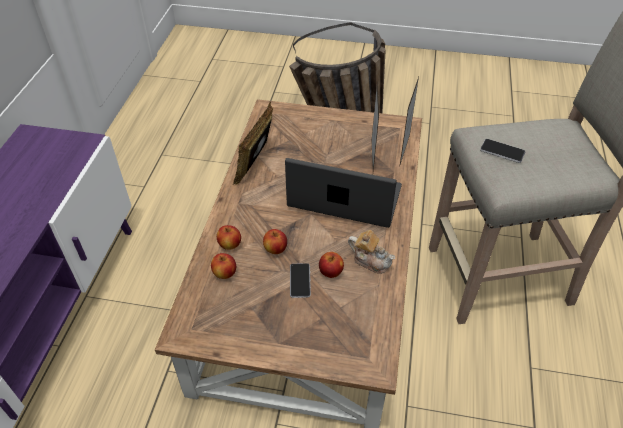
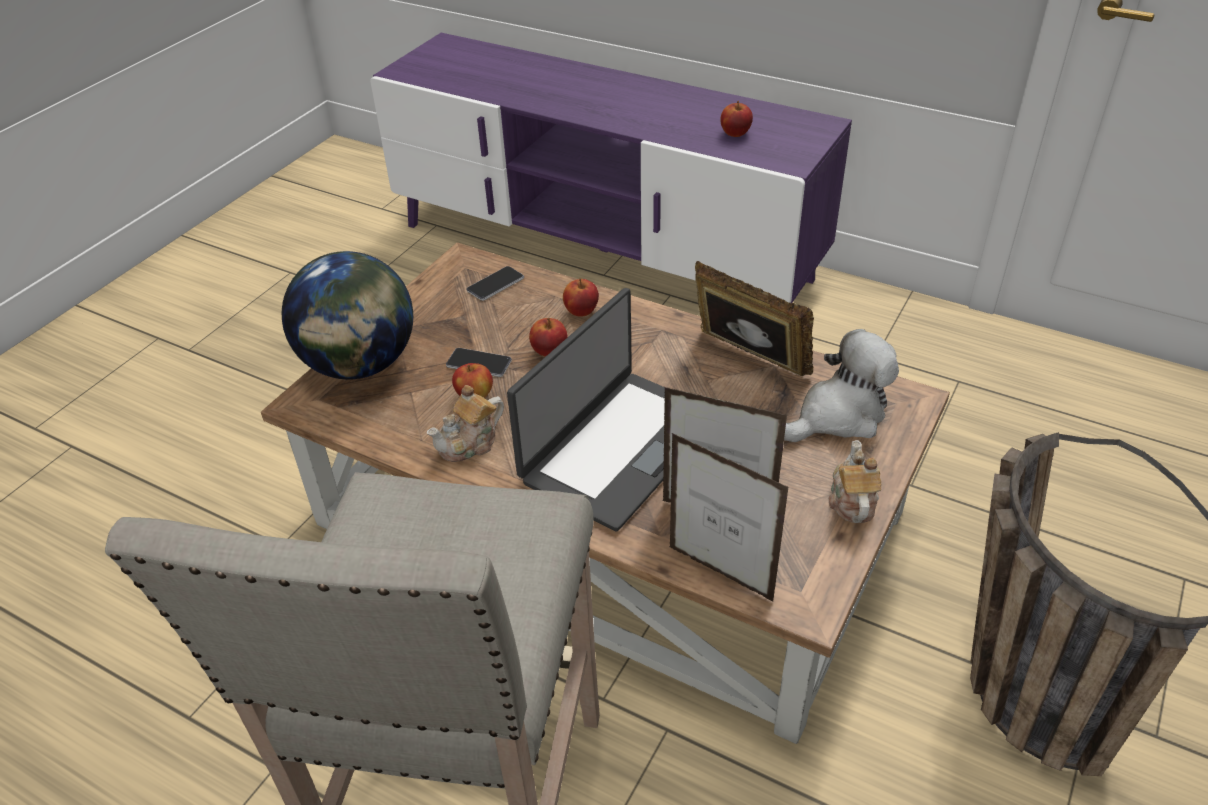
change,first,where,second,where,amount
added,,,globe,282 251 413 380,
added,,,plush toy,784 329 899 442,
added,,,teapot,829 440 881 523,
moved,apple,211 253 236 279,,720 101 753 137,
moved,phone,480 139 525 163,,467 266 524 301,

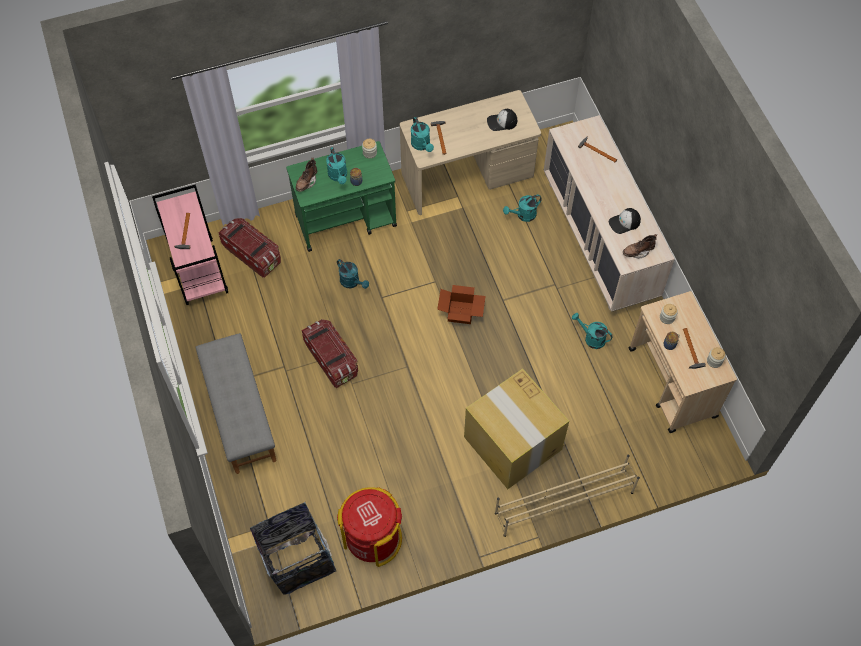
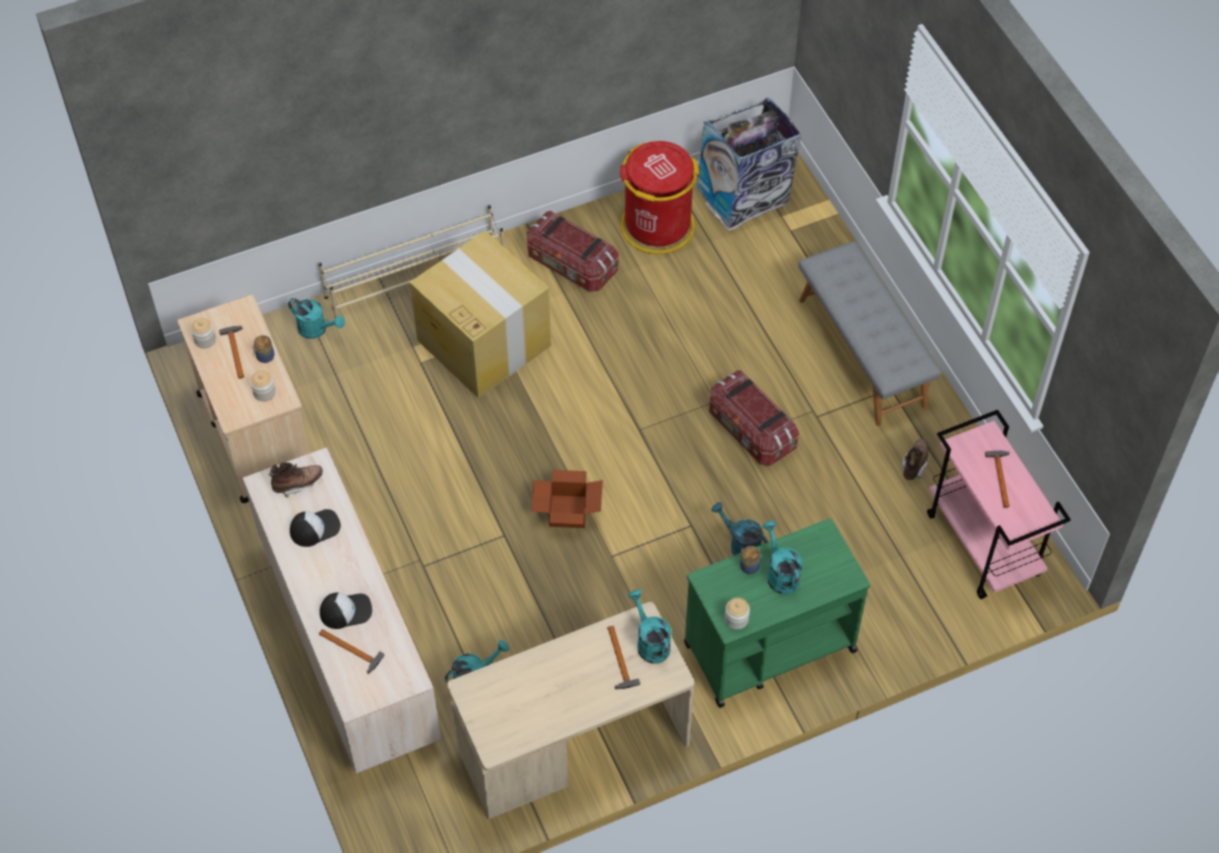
change,first,where,second,where,amount
moved,storage box,219 218 281 278,,527 211 618 292,
moved,brown boot,296 158 317 192,,902 439 930 480,
moved,cap,487 109 517 131,,320 593 372 629,
moved,turquoise watering can,572 313 613 349,,288 298 345 339,

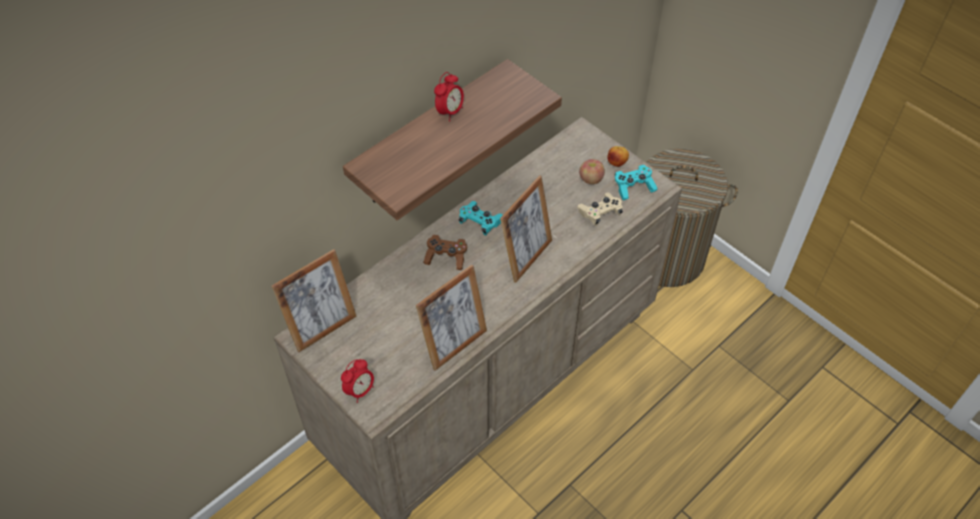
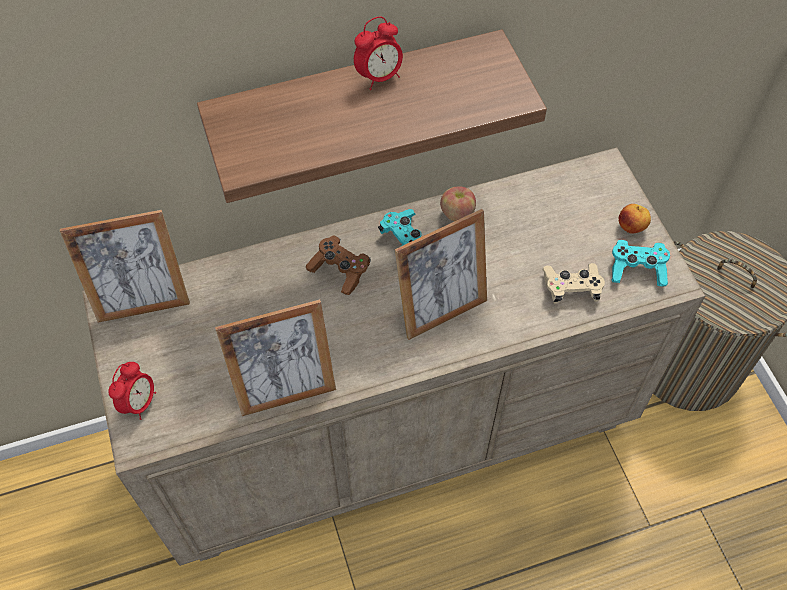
change,first,where,second,where,amount
moved,apple,579 159 605 184,,440 186 476 221,
turned,alarm clock,341 359 374 403,,108 362 156 420,45 degrees counterclockwise

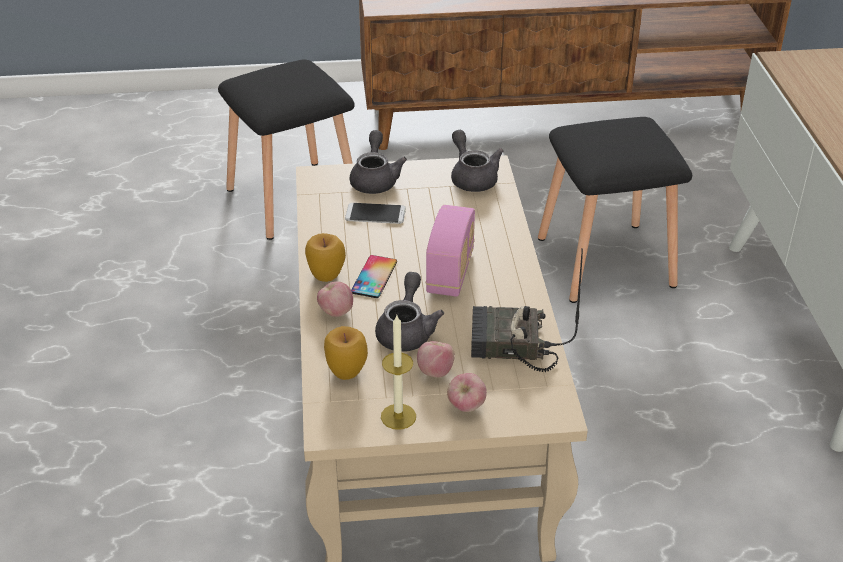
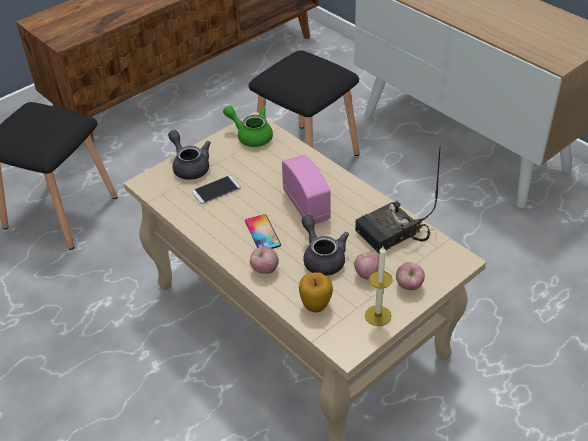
change,first,where,second,where,amount
removed,apple,305 233 346 282,,,
recoloured,grey teapot,451 130 504 192,green teapot,223 106 273 147,

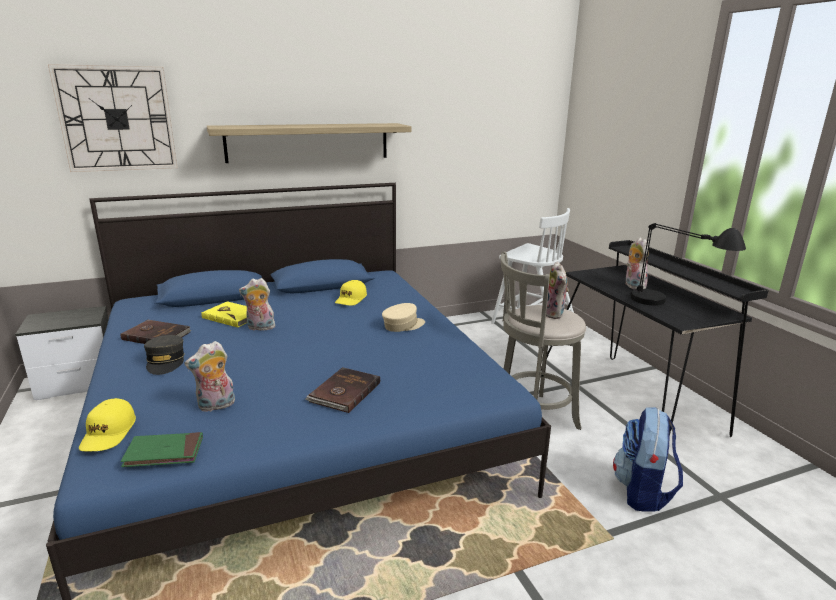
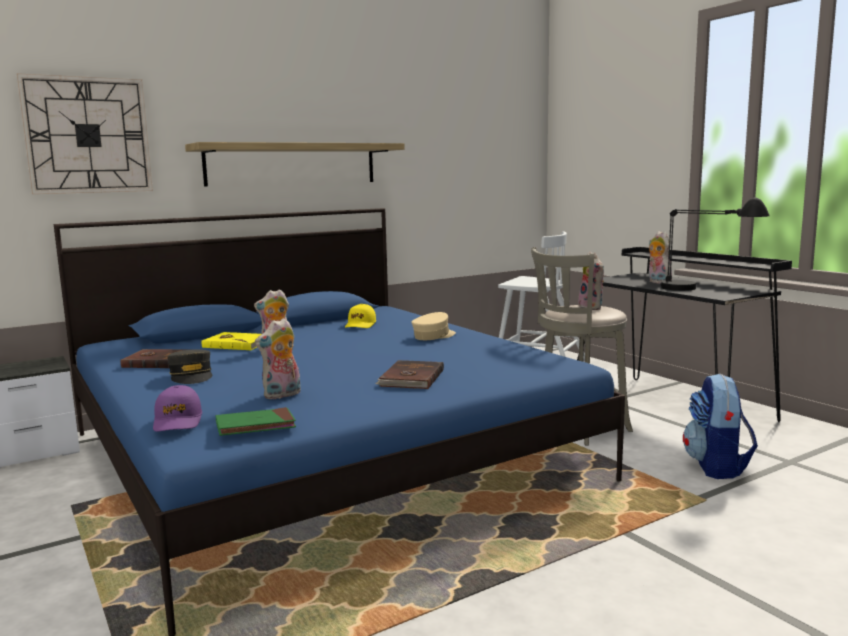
change,first,where,second,where,amount
recoloured,yellow cap,79 398 136 451,purple cap,153 385 202 432,

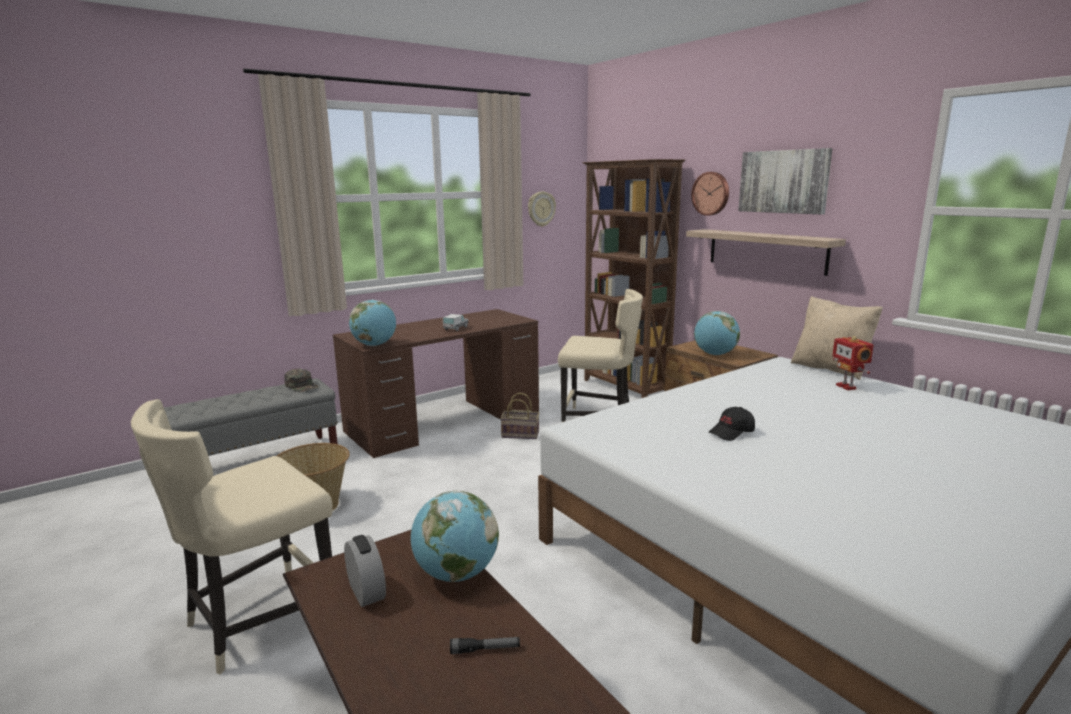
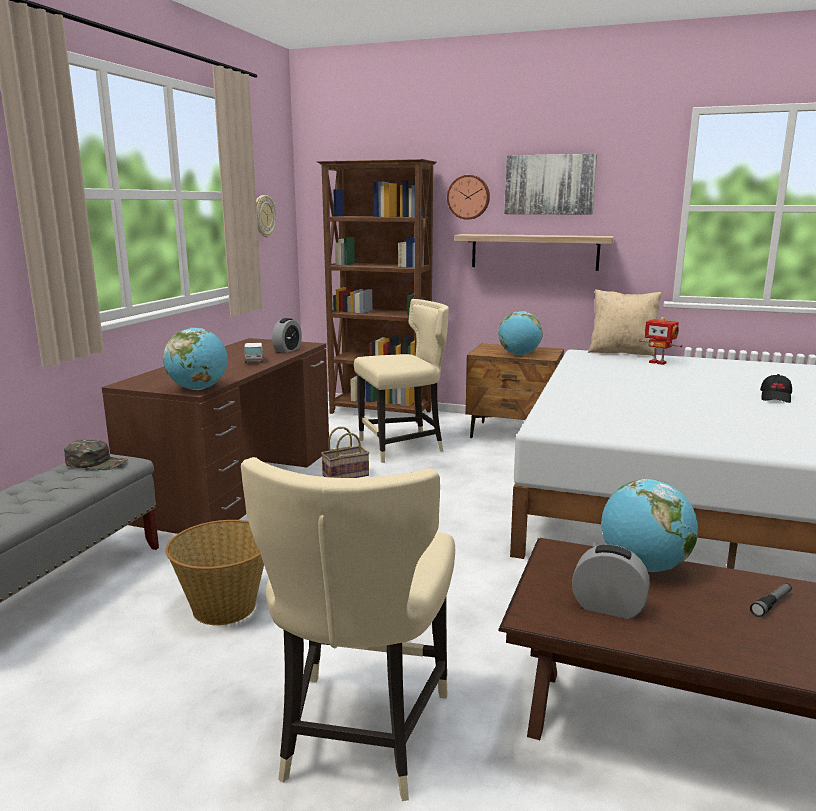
change,first,where,second,where,amount
added,,,alarm clock,272 318 302 353,
moved,black cap,708 407 755 441,,760 374 792 403,

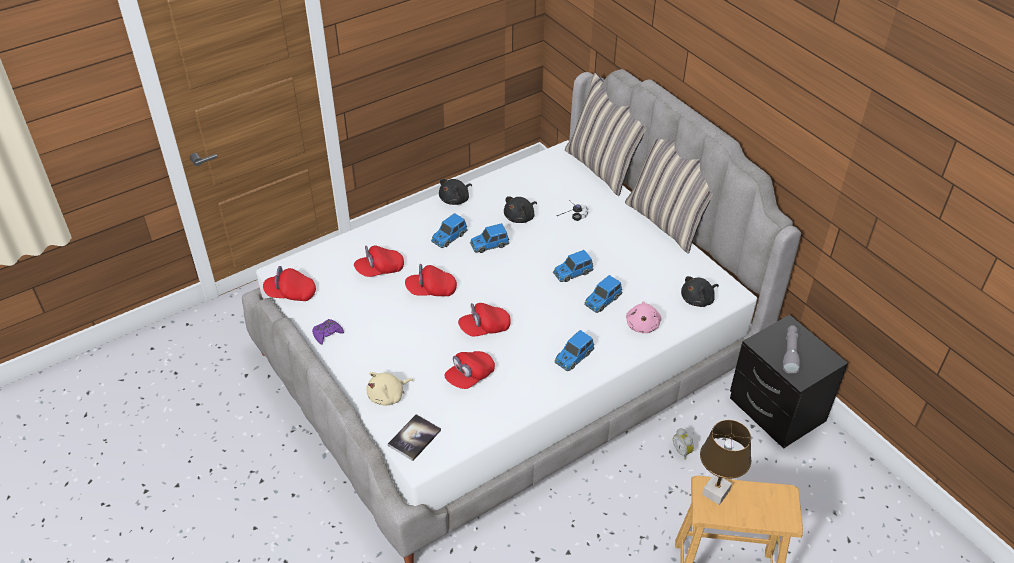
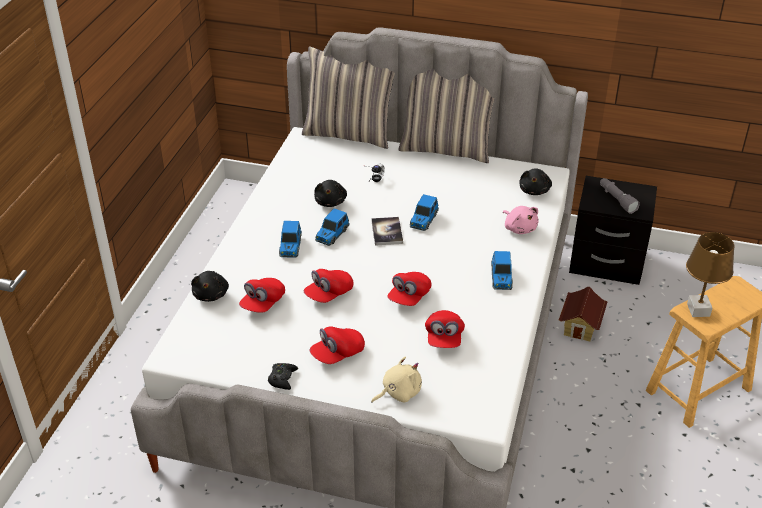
change,first,where,second,where,amount
removed,toy car,584 275 622 313,,,
moved,red cap,263 266 316 301,,310 326 365 364,
moved,book,388 414 441 461,,371 217 403 246,
moved,black plush toy,439 179 472 205,,191 271 229 302,
replaced,alarm clock,673 428 694 460,toy house,559 287 608 341,
recoloured,purple game controller,312 319 344 345,black game controller,268 363 298 390,
turned,beige plush toy,366 372 414 406,,371 357 422 403,135 degrees counterclockwise

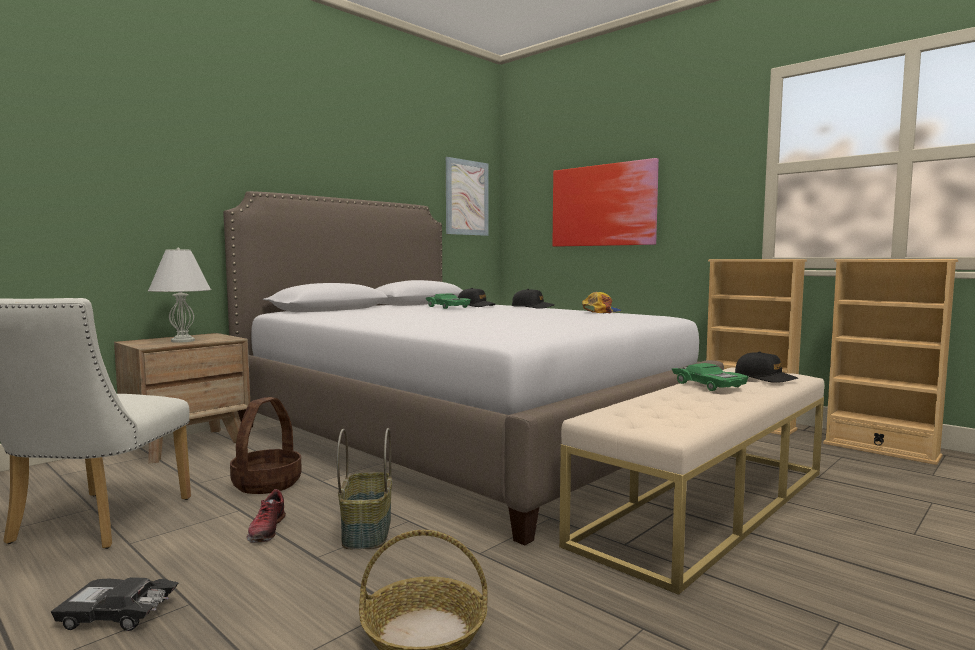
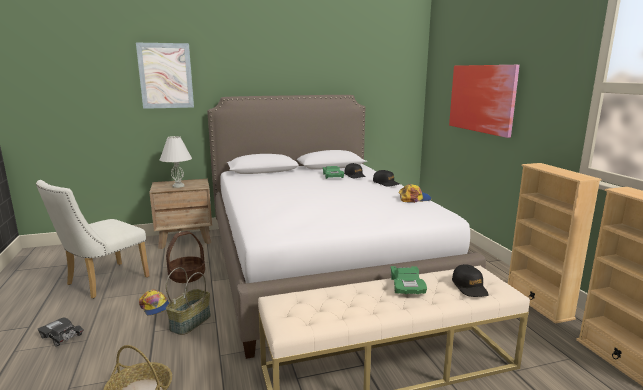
change,first,where,second,where,amount
moved,picture,446 157 488 236,,136 43 194 109,
replaced,shoe,246 489 286 543,cap,139 289 169 316,

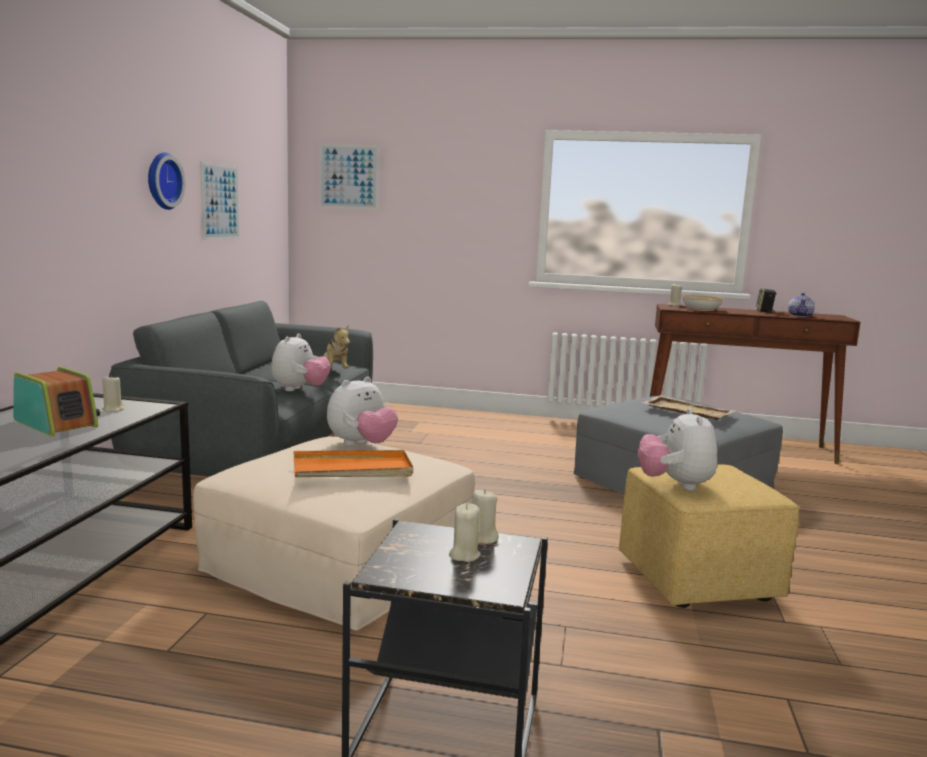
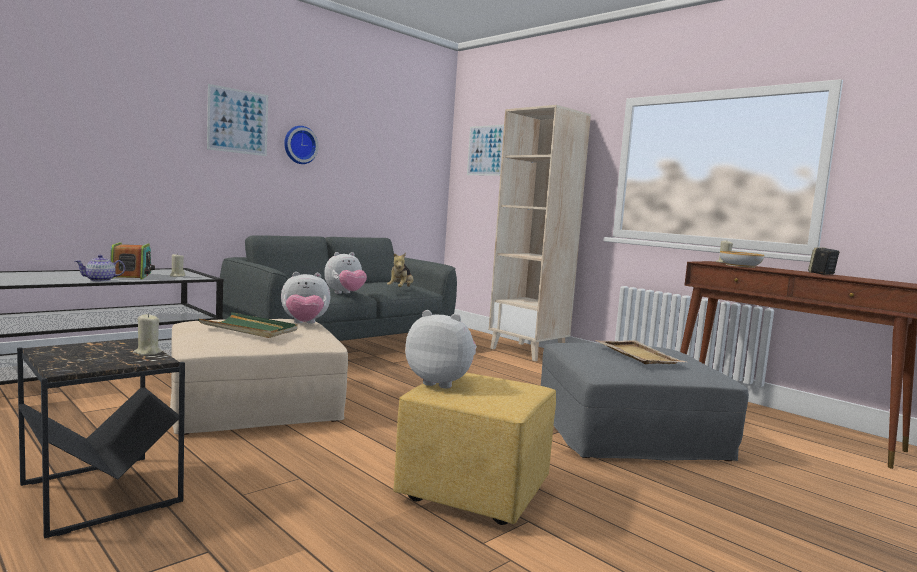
change,first,where,second,where,amount
removed,beige candle,449 504 481 562,,,
added,,,beige bookcase,489 105 591 361,
moved,picture,200 161 240 240,,207 84 268 156,
moved,teapot,788 293 815 317,,75 255 125 282,
recoloured,orange tray,294 450 413 477,green tray,198 312 298 338,
turned,plush toy,638 408 717 491,,405 310 477 389,75 degrees clockwise

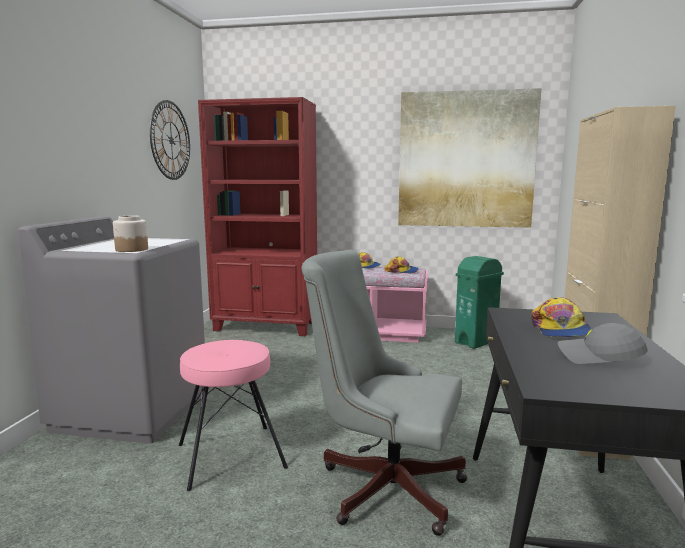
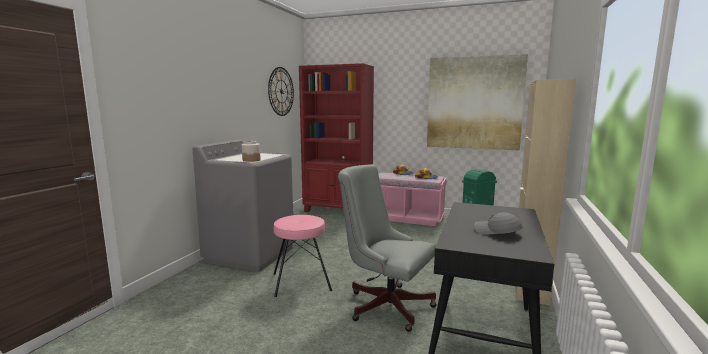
change,first,where,second,where,amount
removed,cap,532 297 592 337,,,

